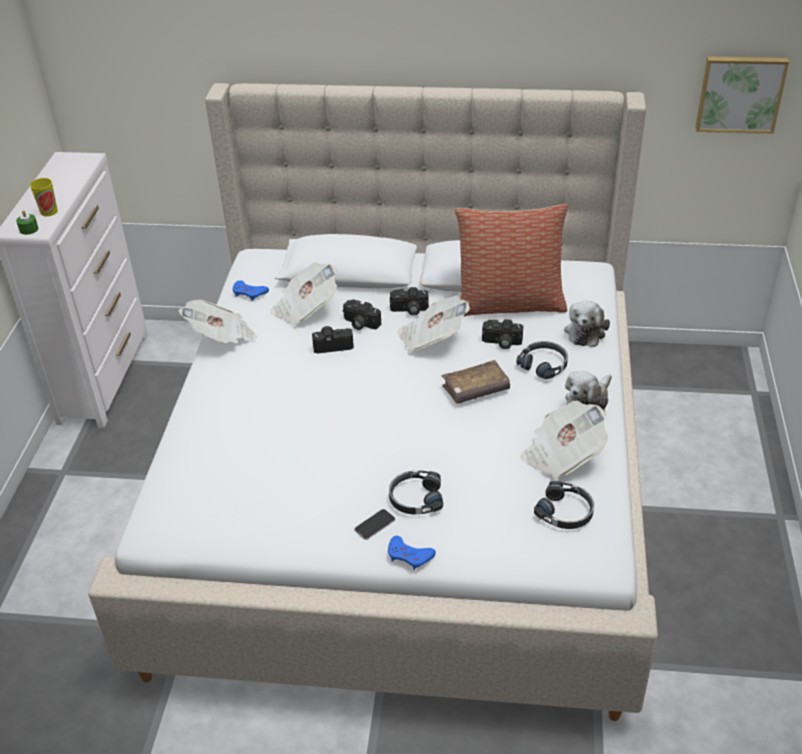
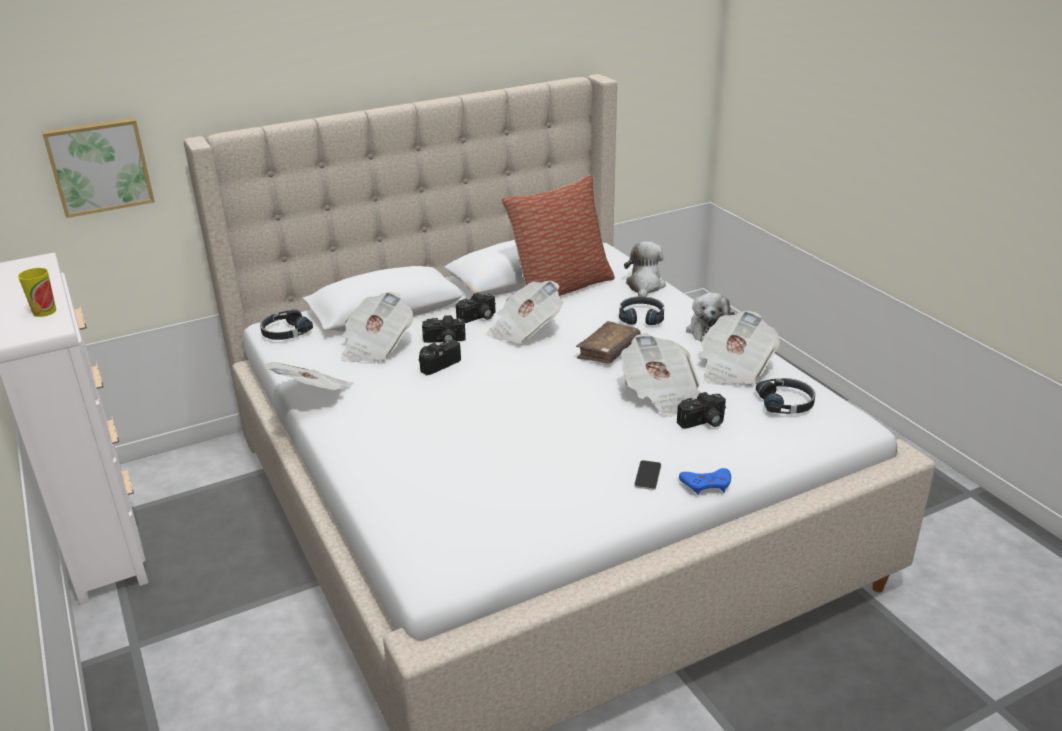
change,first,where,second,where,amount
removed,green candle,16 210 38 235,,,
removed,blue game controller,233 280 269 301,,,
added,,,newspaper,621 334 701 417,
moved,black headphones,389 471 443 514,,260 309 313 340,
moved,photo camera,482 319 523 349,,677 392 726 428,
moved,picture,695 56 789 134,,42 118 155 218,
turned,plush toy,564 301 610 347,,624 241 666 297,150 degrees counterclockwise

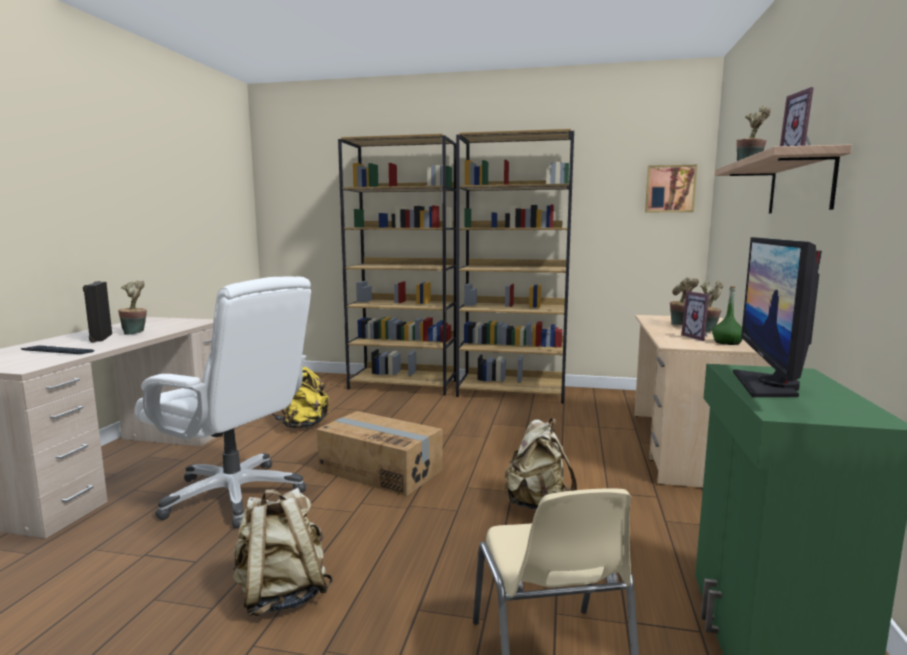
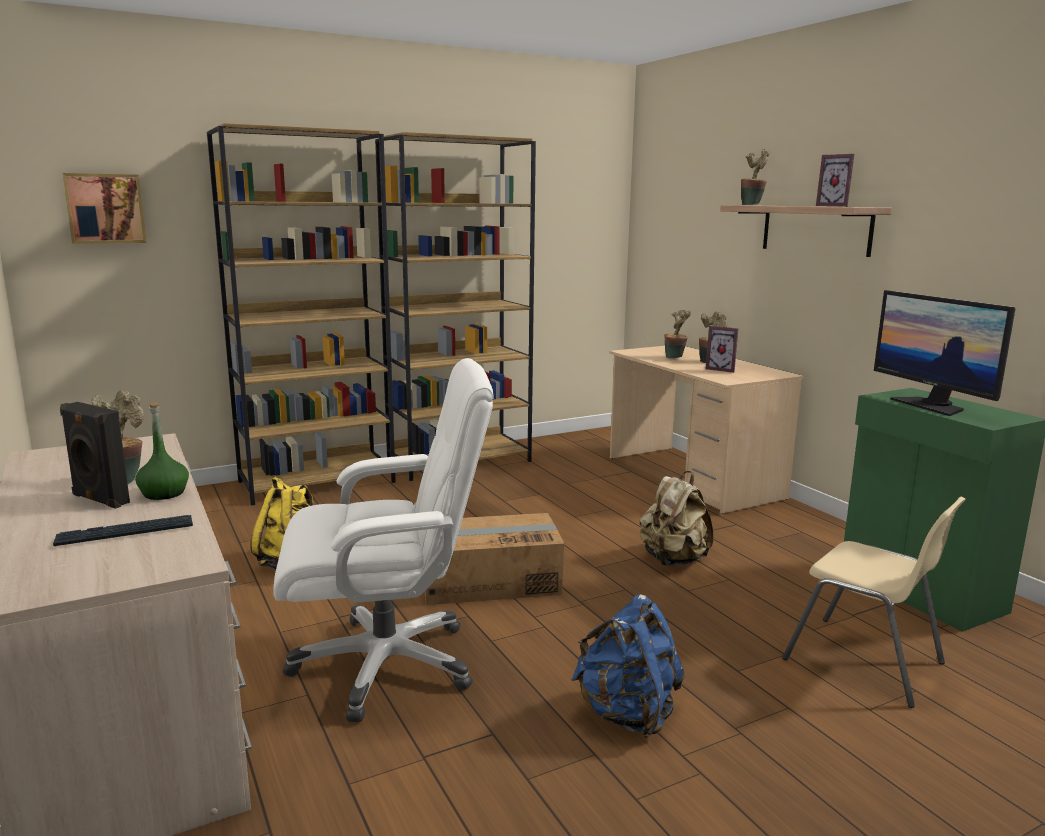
change,first,where,second,where,amount
moved,picture,645 165 697 212,,63 173 146 244,
moved,green bottle,712 286 743 345,,135 403 189 500,
recoloured,beige backpack,233 488 333 616,blue backpack,571 594 685 738,

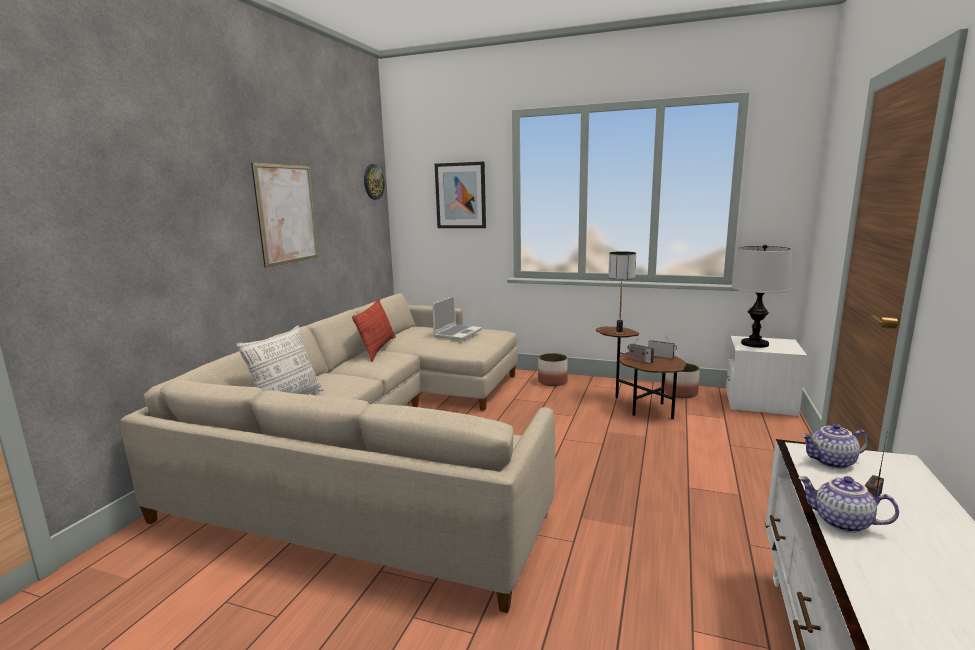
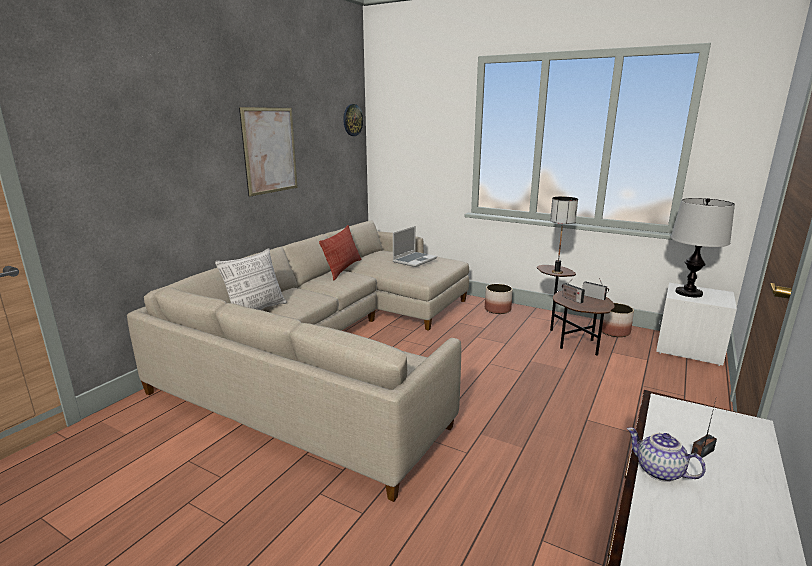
change,first,where,second,where,amount
removed,picture,435 162 486 228,,,
removed,teapot,801 424 869 469,,,

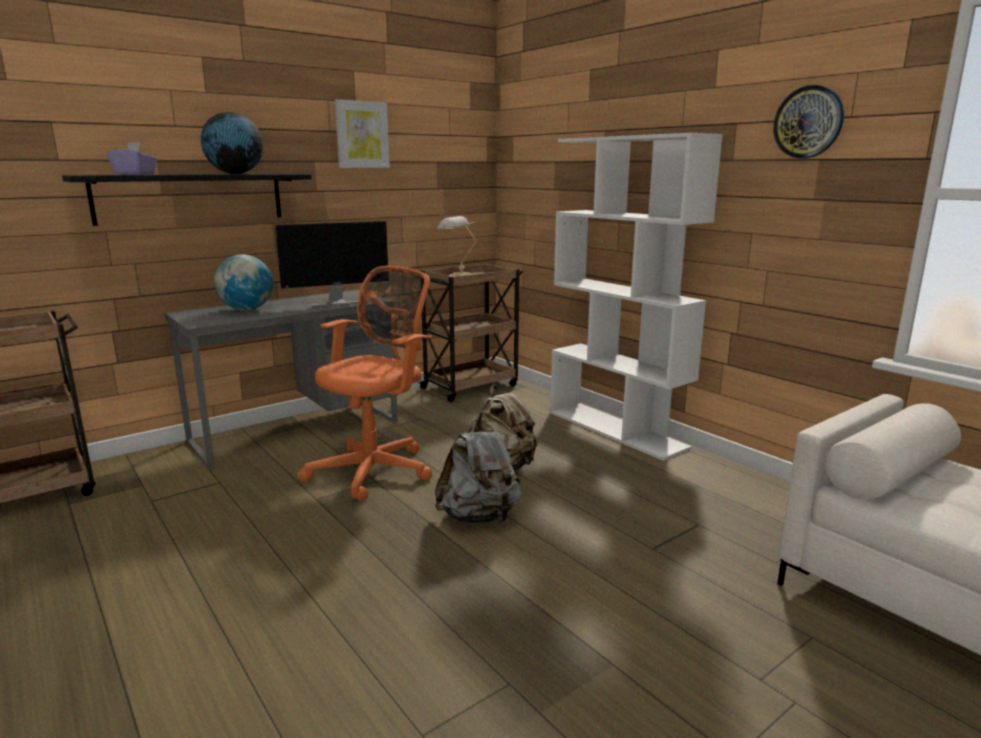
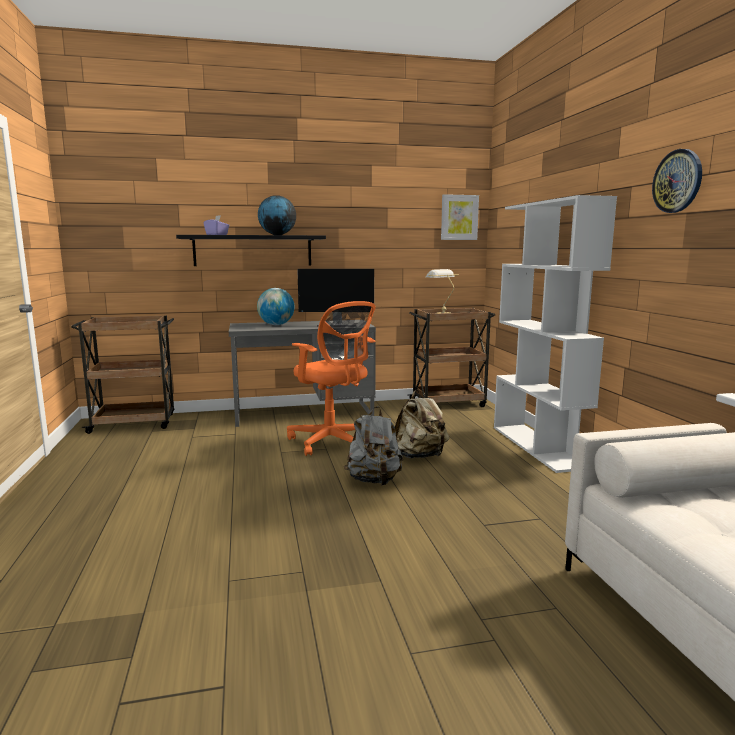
change,first,where,second,where,amount
moved,picture,335 99 390 168,,441 194 479 240,
turned,orange office chair,297 266 433 501,,287 301 376 456,75 degrees clockwise

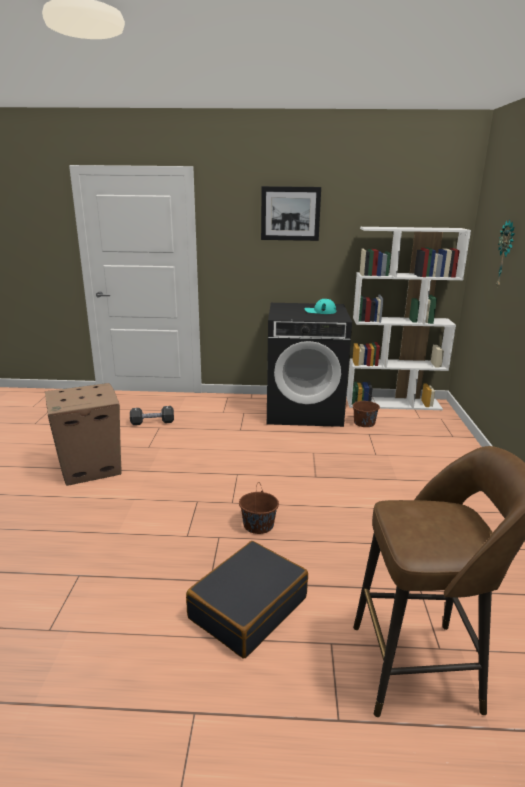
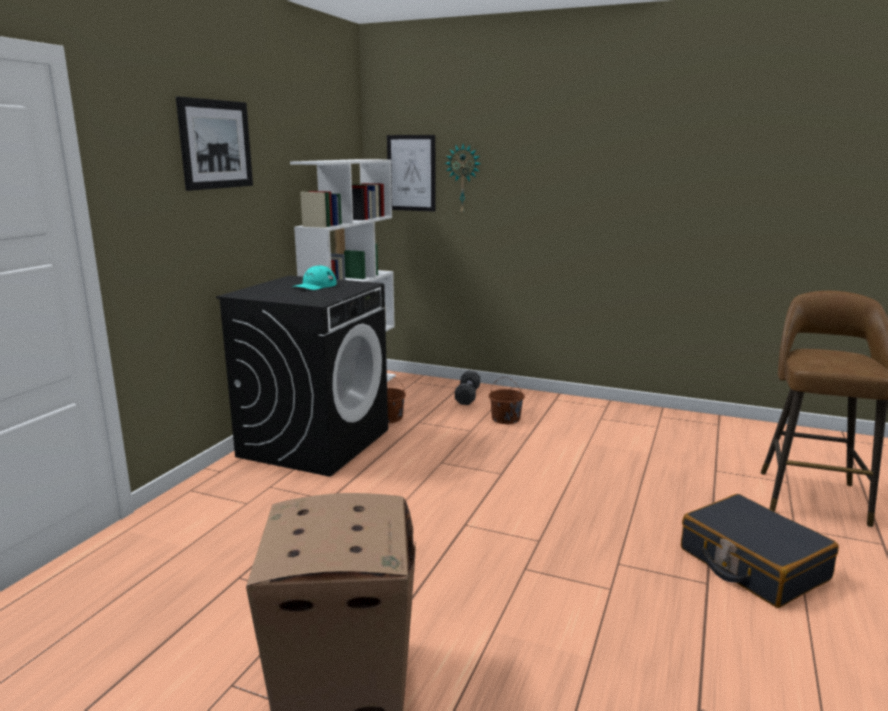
change,first,where,second,where,amount
added,,,picture,387 135 436 212,
moved,black dumbbell,130 406 174 425,,455 371 480 405,
moved,brown bucket,239 482 279 534,,489 377 525 424,

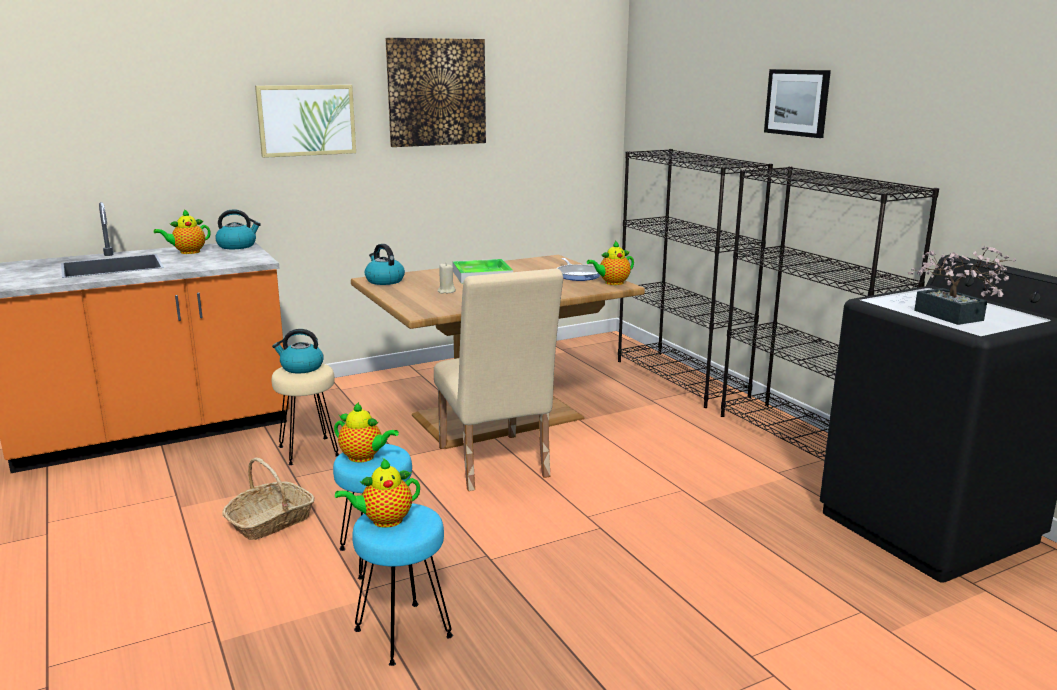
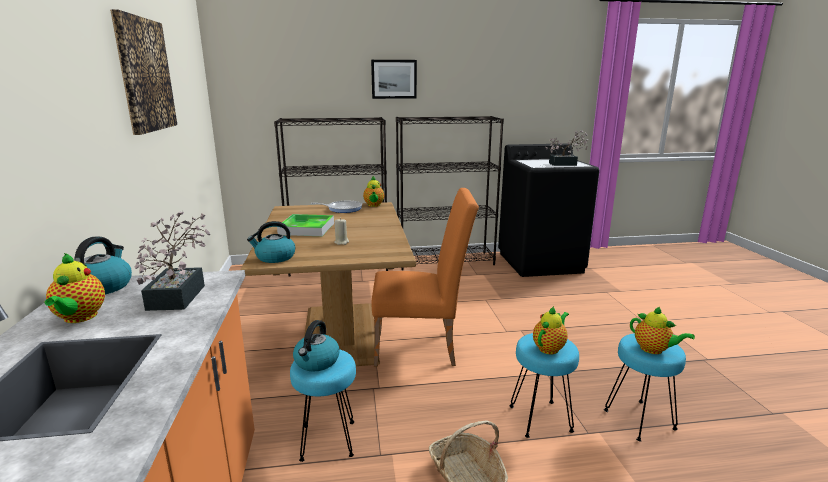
change,first,where,second,where,amount
removed,picture,255 85 356 158,,,
added,,,potted plant,135 211 211 311,
recoloured,beige stool,272 363 339 465,turquoise stool,290 350 356 462,
recoloured,beige chair,434 268 563 491,orange chair,372 188 479 367,
turned,teapot,335 458 420 528,,630 307 695 354,45 degrees counterclockwise

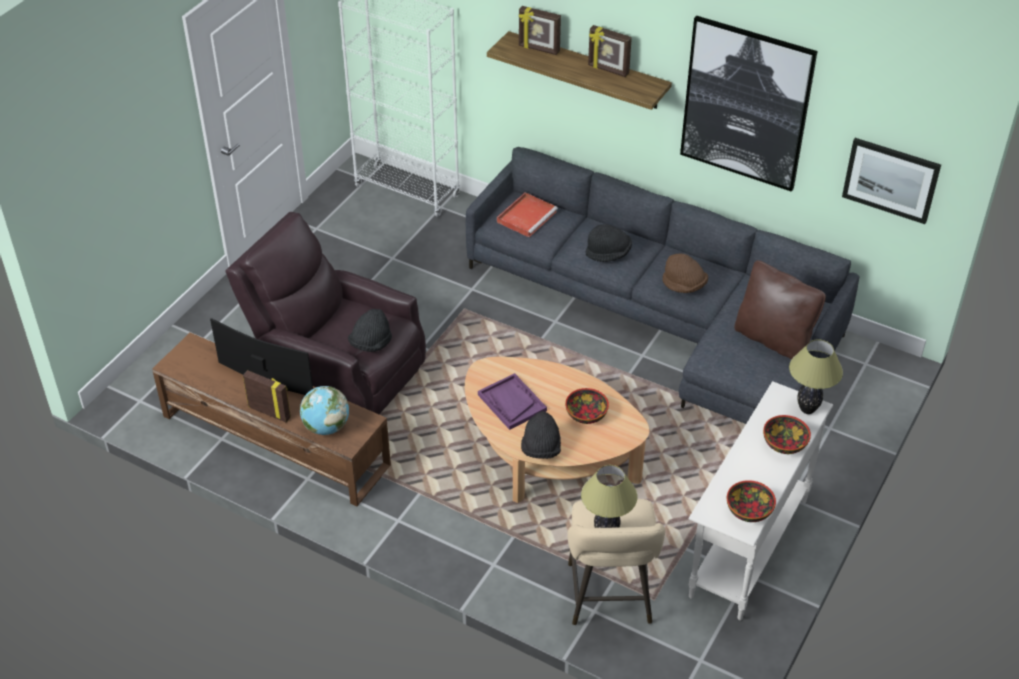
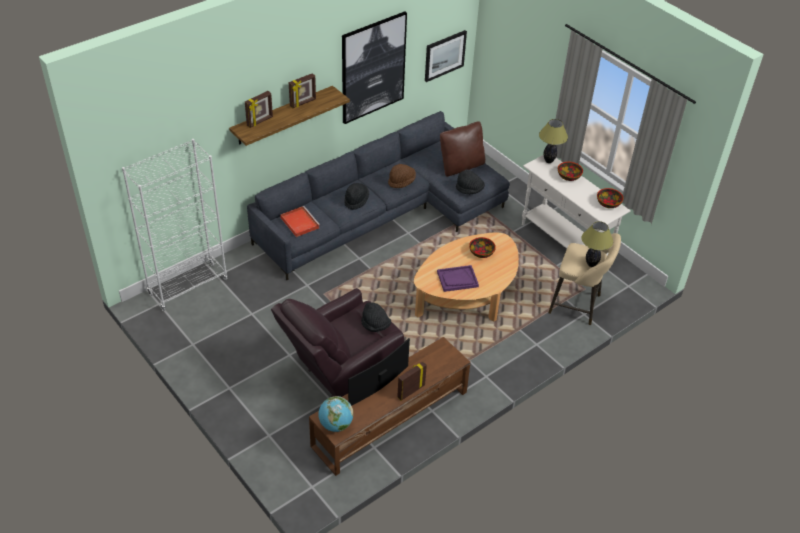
change,first,where,second,where,amount
moved,globe,300 386 349 435,,318 396 353 432,
moved,black hat,521 411 561 459,,456 170 485 194,

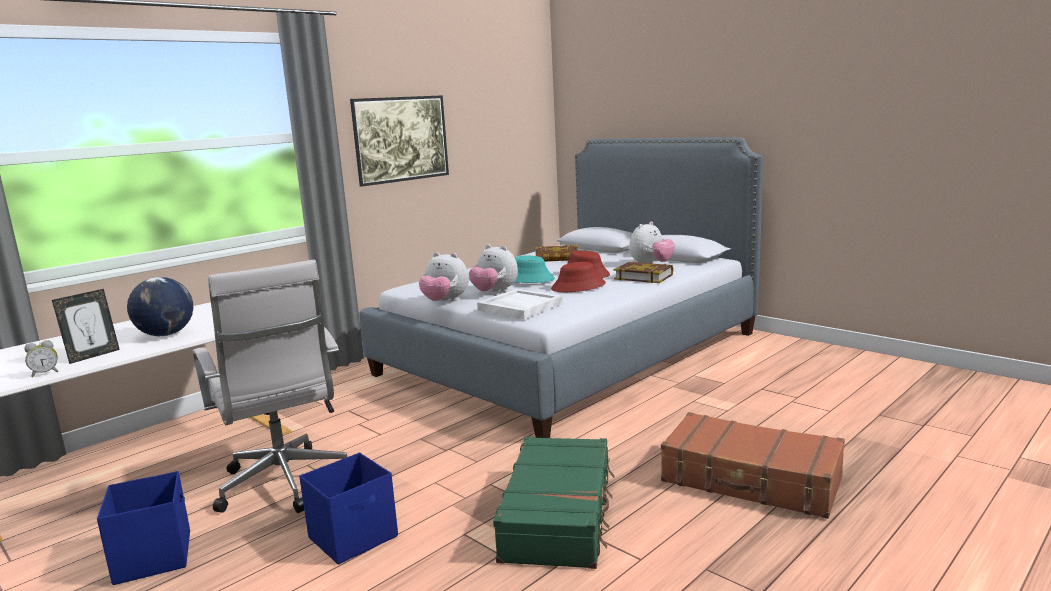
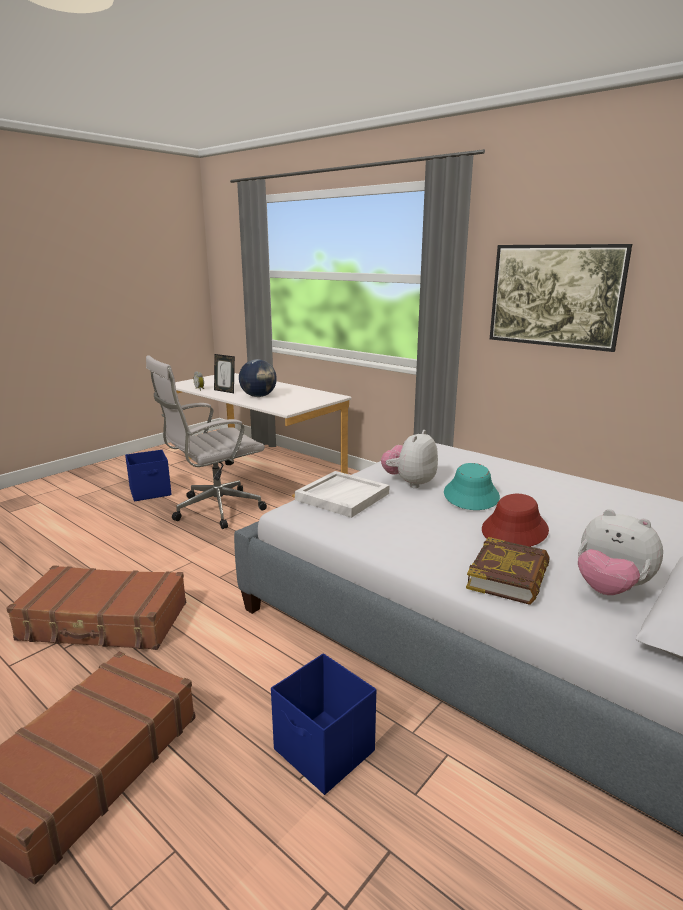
change,first,where,second,where,amount
removed,plush toy,419 252 469 301,,,
removed,book,536 245 578 261,,,
removed,red hat,551 262 606 292,,,
moved,blue storage box,299 453 398 565,,271 653 376 795,
recoloured,green suitcase,493 436 615 569,brown suitcase,6 565 186 650,

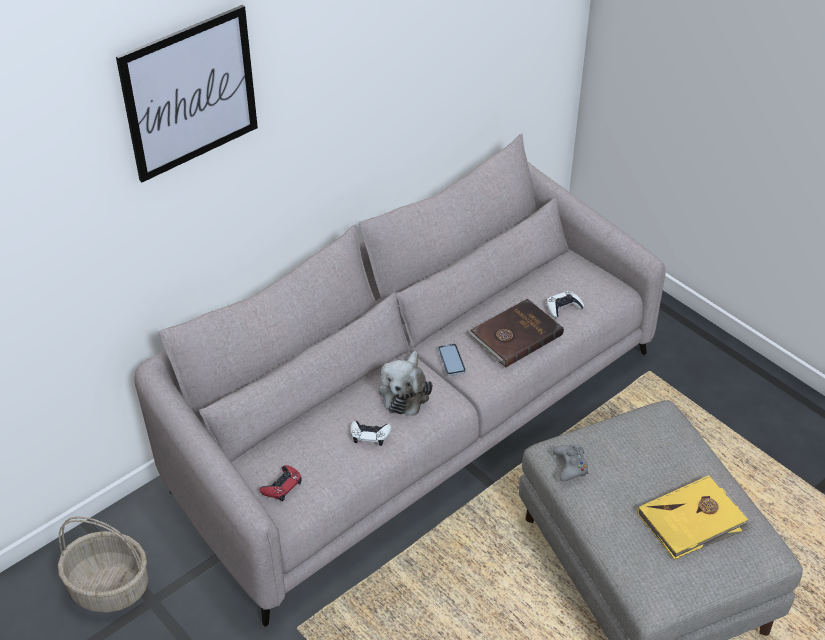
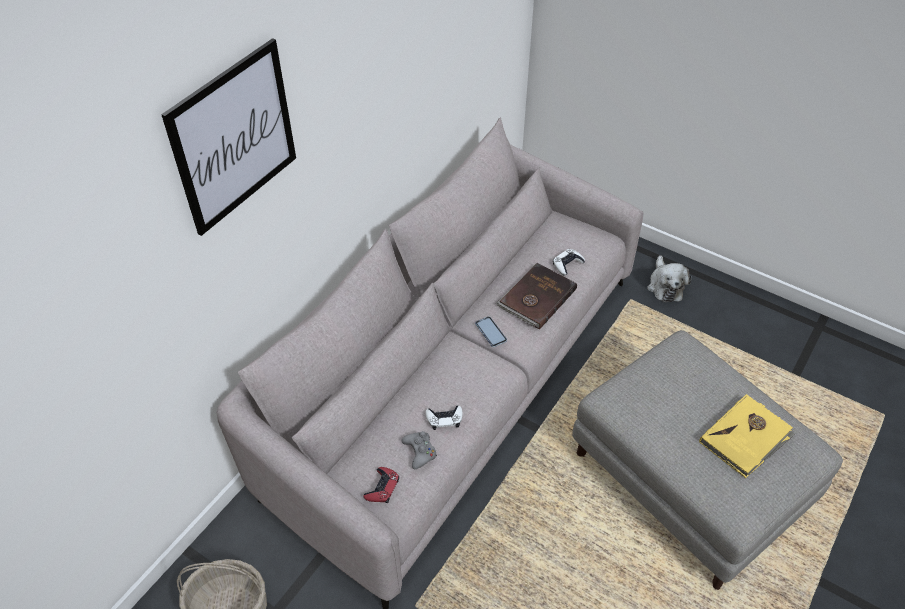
change,first,where,second,where,amount
moved,plush toy,378 351 432 416,,647 255 691 302,
moved,grey game controller,553 444 588 481,,402 431 437 469,

